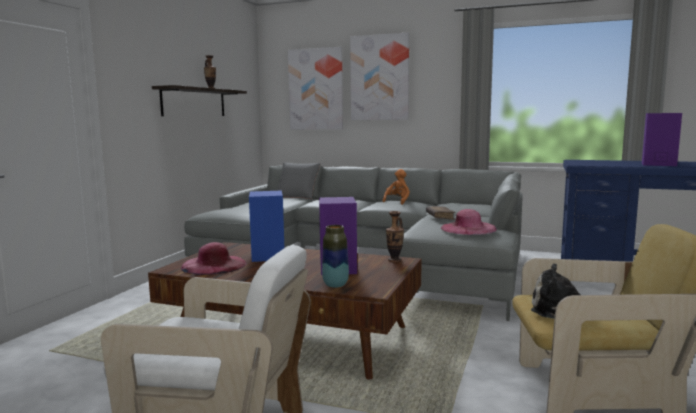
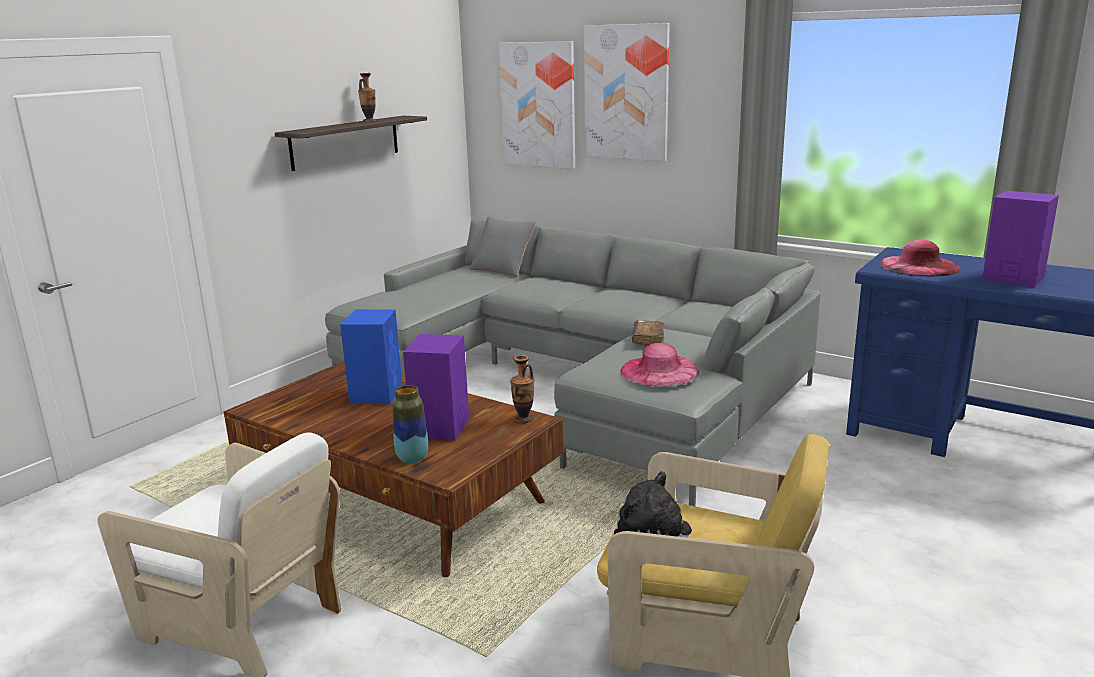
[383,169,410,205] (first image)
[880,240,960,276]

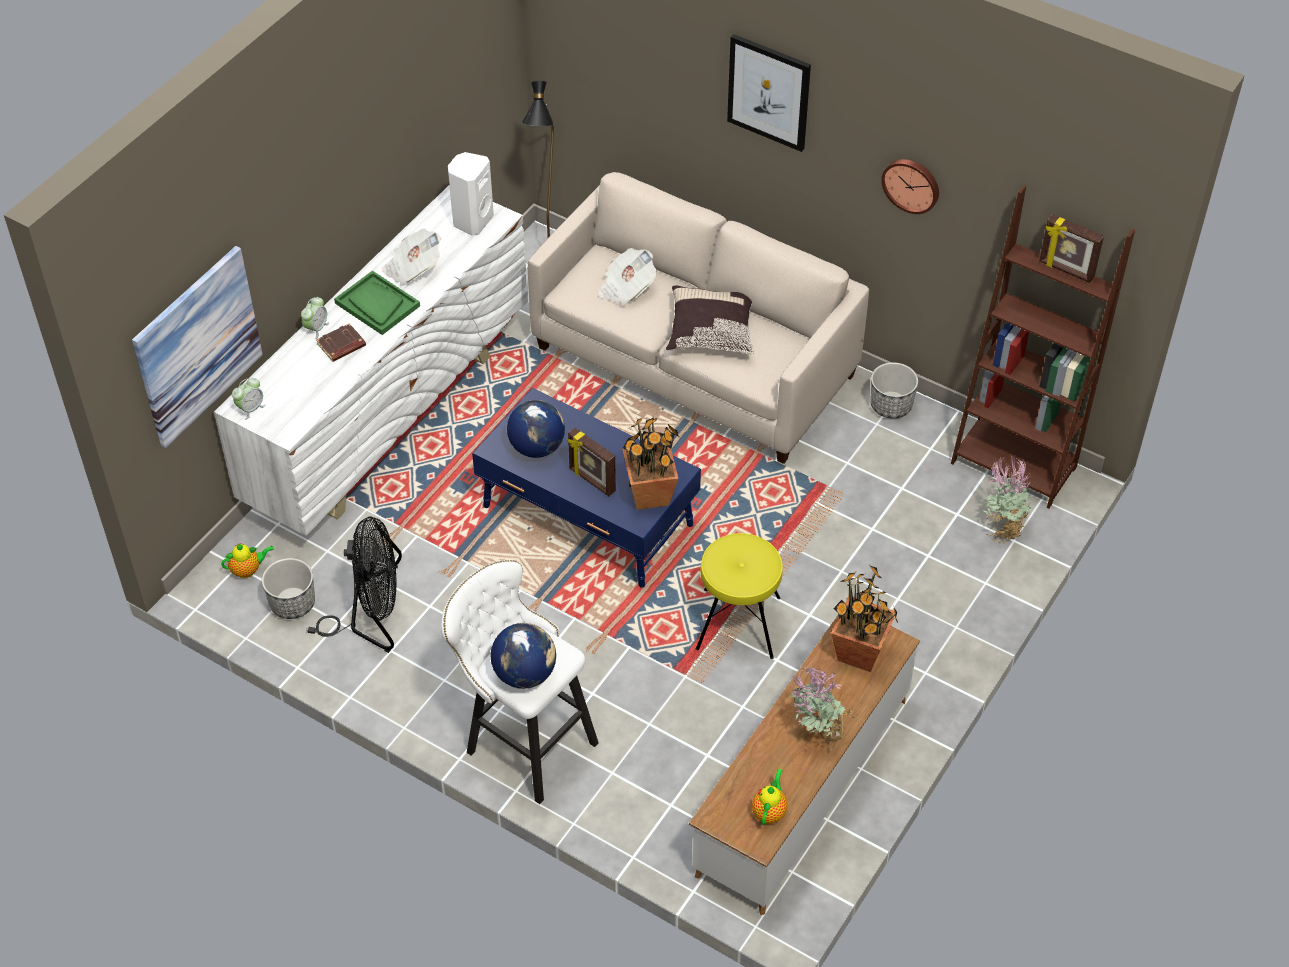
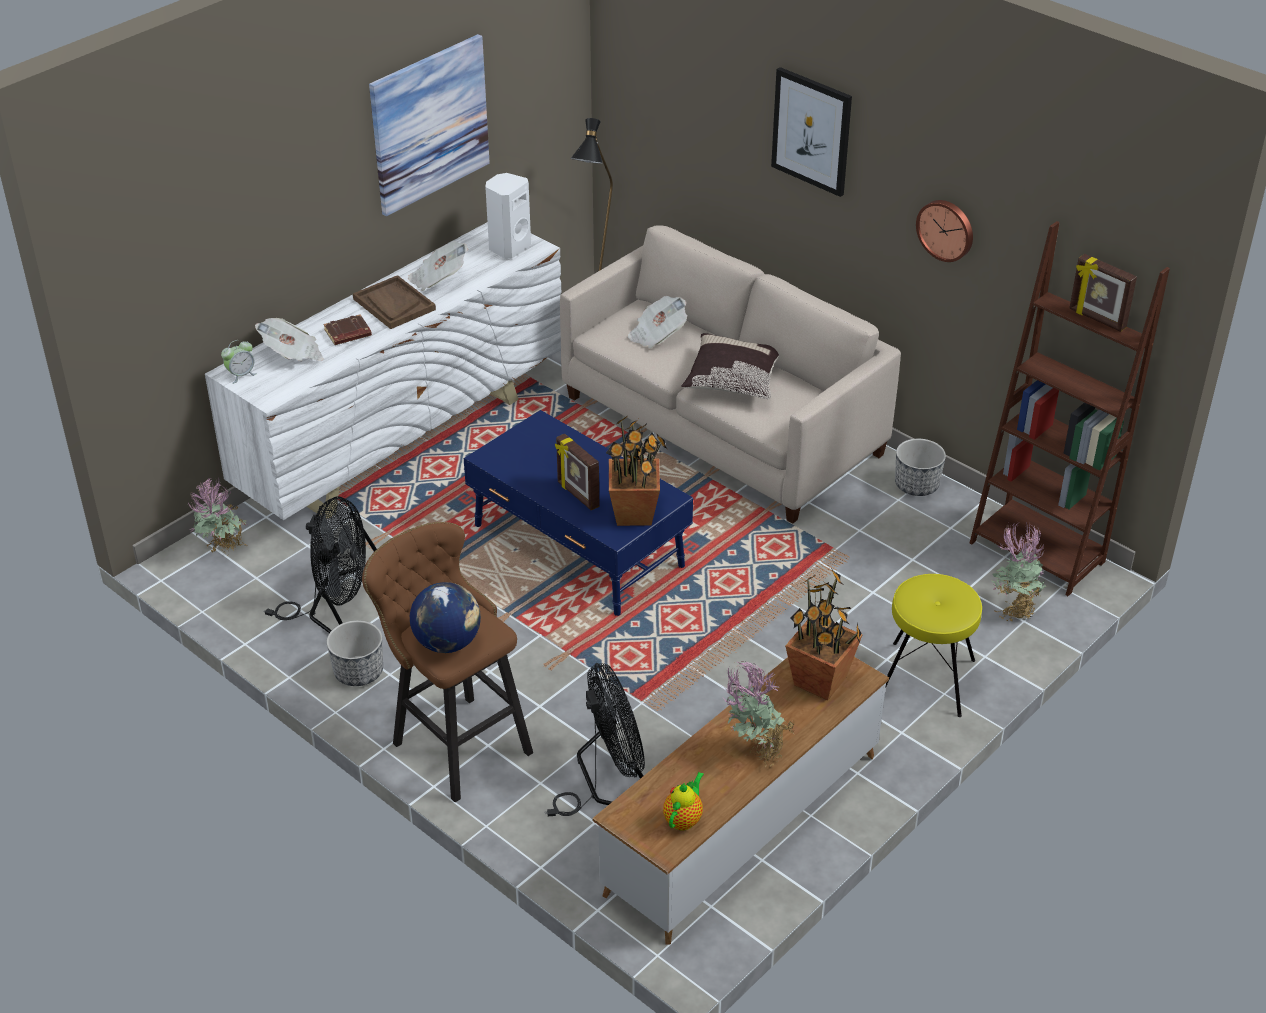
[301,297,329,339] (first image)
[507,400,565,458] (first image)
[255,318,323,361]
[545,663,645,816]
[369,34,490,216]
[327,620,383,686]
[886,574,982,717]
[188,477,247,555]
[353,275,436,329]
[362,522,533,802]

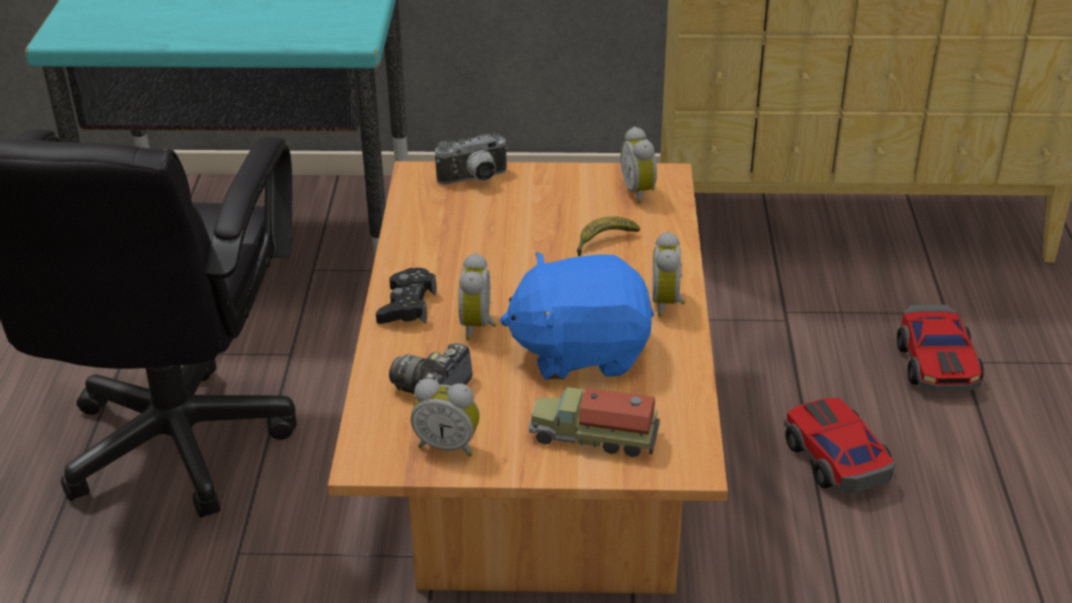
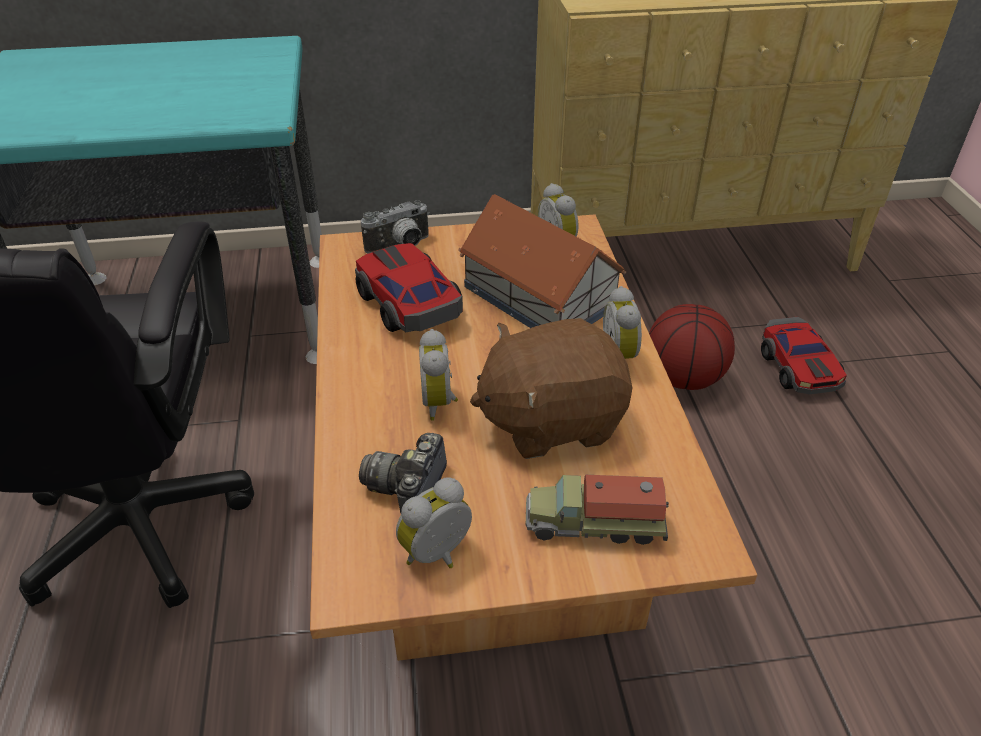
[376,268,437,324] (first image)
[649,304,735,390]
[355,243,463,332]
[458,194,626,328]
[470,318,632,459]
[396,478,472,568]

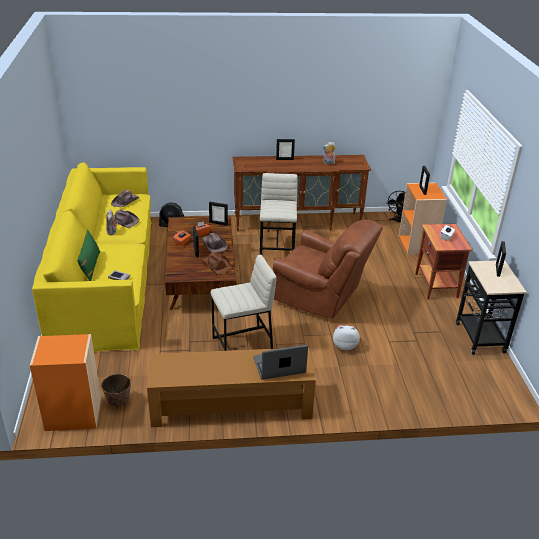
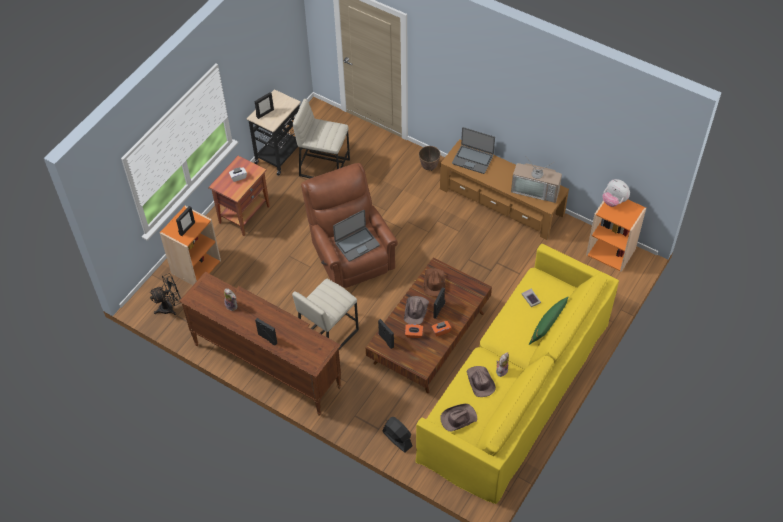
[333,210,380,262]
[511,158,562,203]
[419,146,441,171]
[293,99,350,178]
[602,179,630,207]

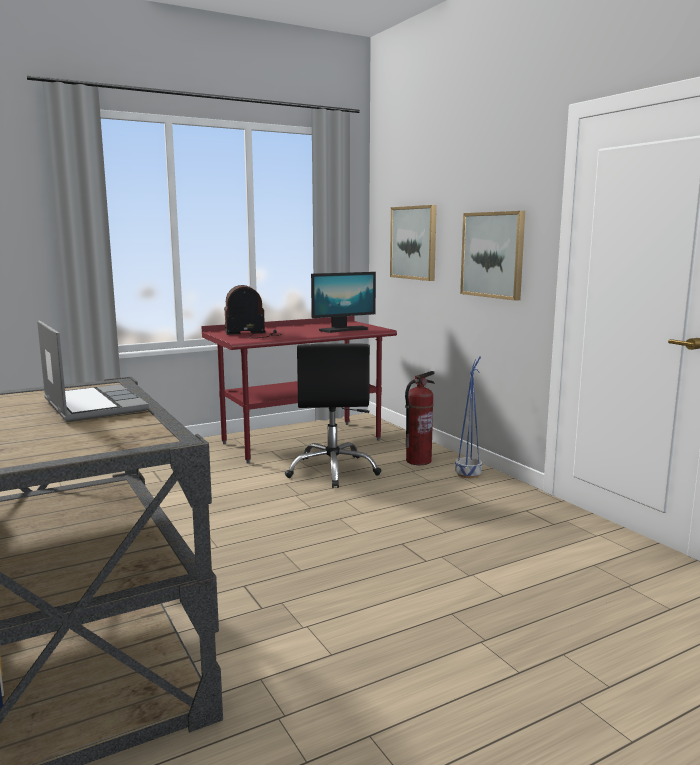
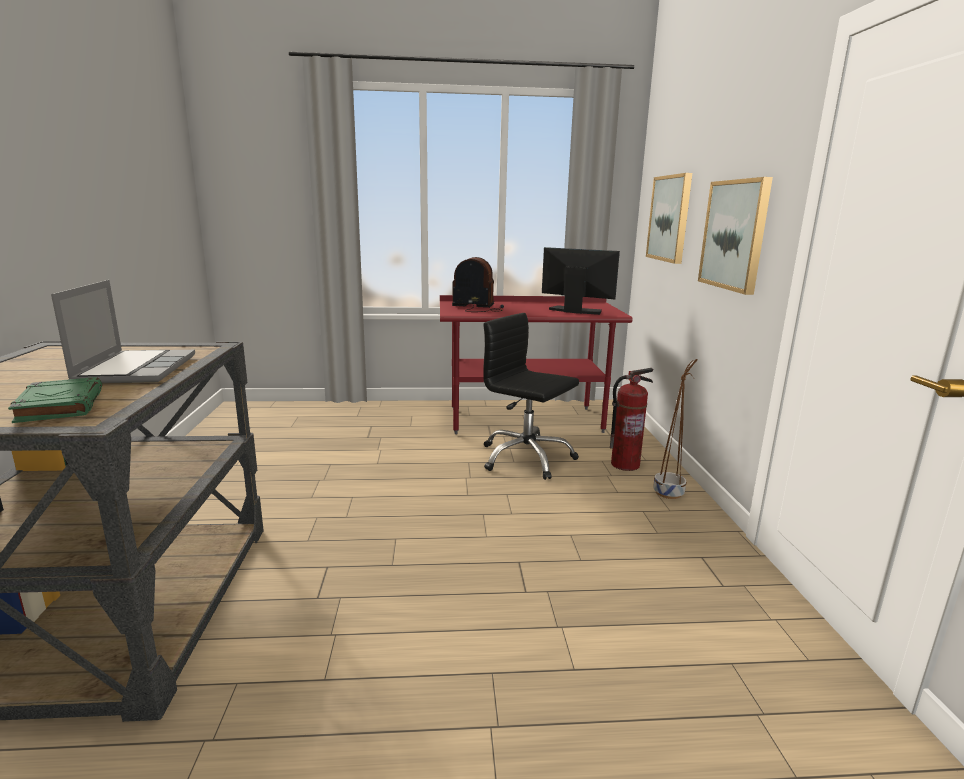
[8,377,102,423]
[653,359,697,499]
[483,313,579,480]
[542,247,620,315]

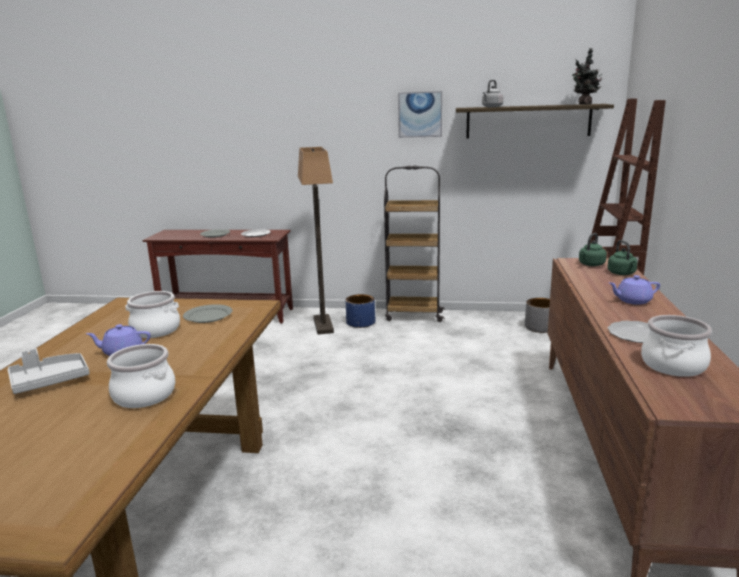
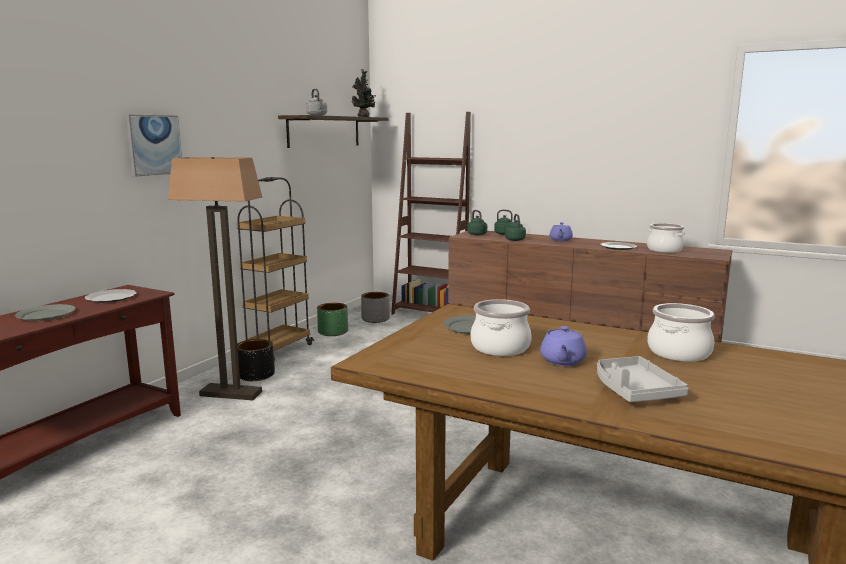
[317,303,348,336]
[505,214,526,241]
[126,114,182,177]
[237,339,275,381]

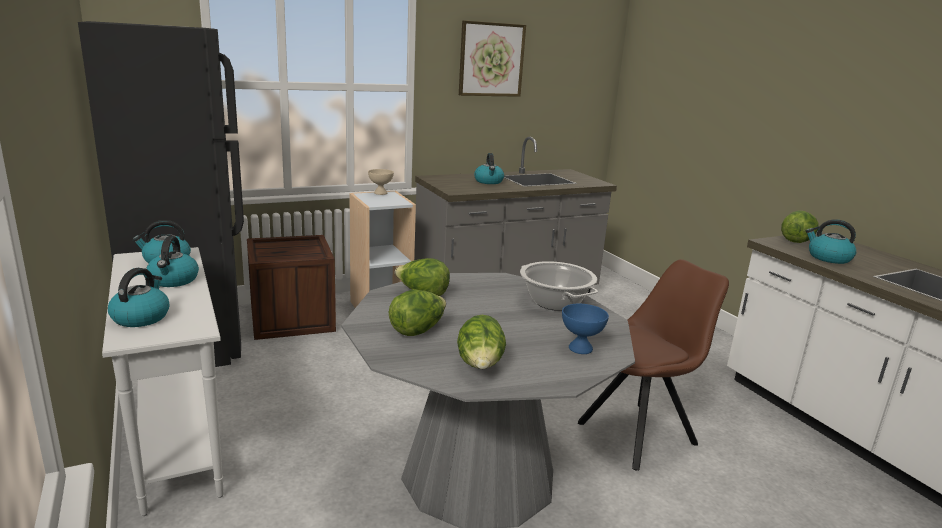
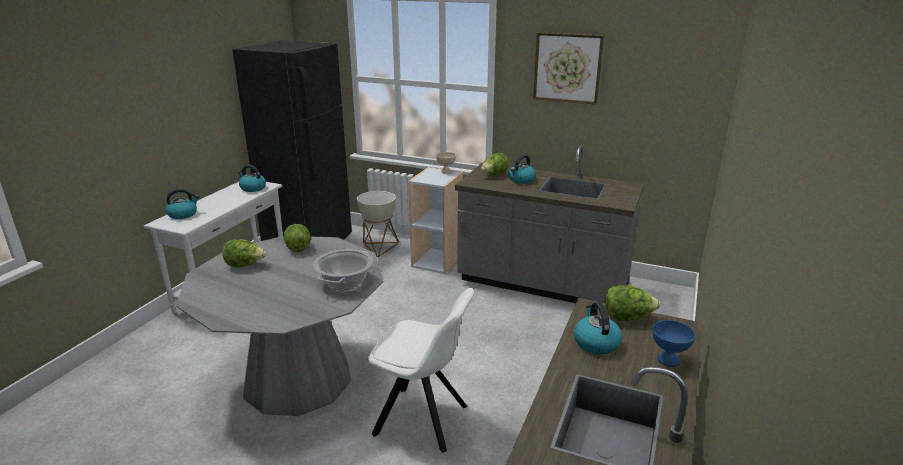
[146,236,199,287] (first image)
[481,153,509,175]
[652,320,696,367]
[357,191,399,257]
[368,288,474,453]

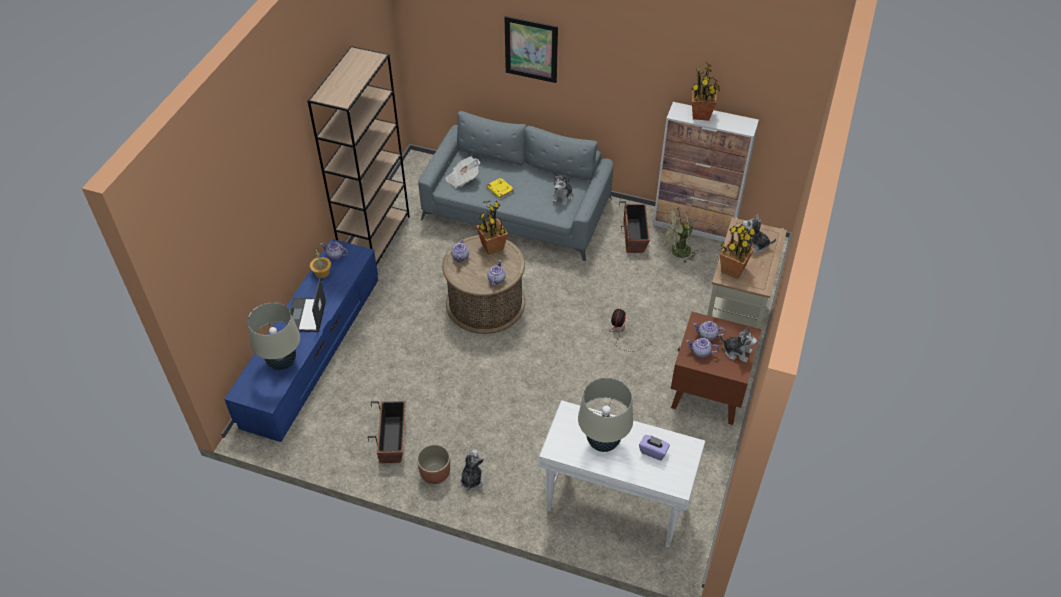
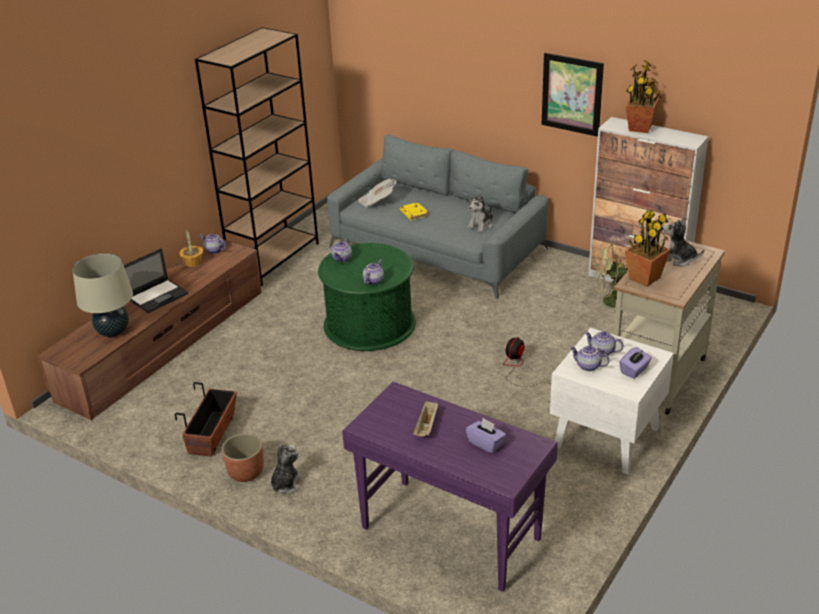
[476,201,508,255] (first image)
[619,201,650,253] (first image)
[541,53,604,137]
[413,401,438,436]
[619,347,652,379]
[37,239,262,420]
[318,243,416,351]
[342,382,558,592]
[550,328,674,474]
[124,248,188,313]

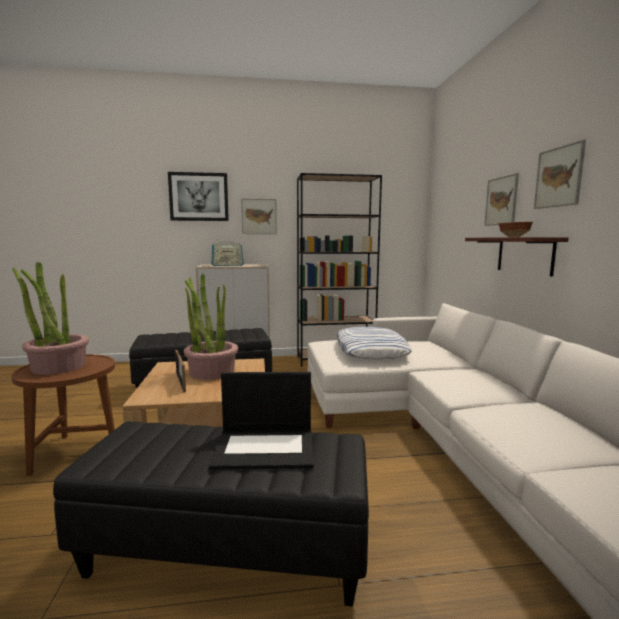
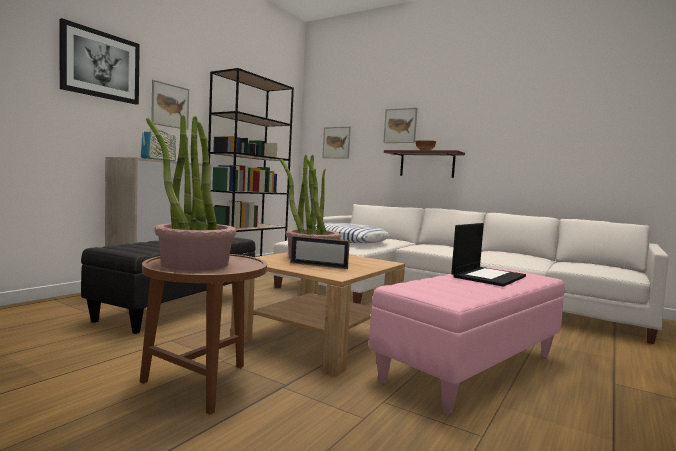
[322,127,351,159]
[369,267,565,414]

